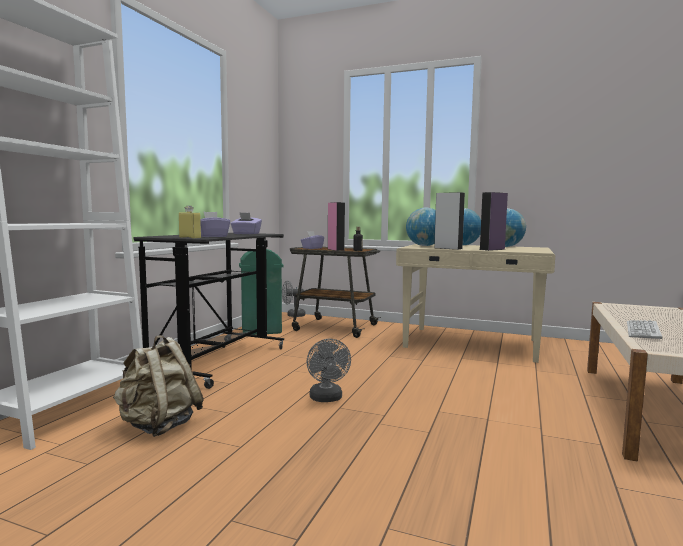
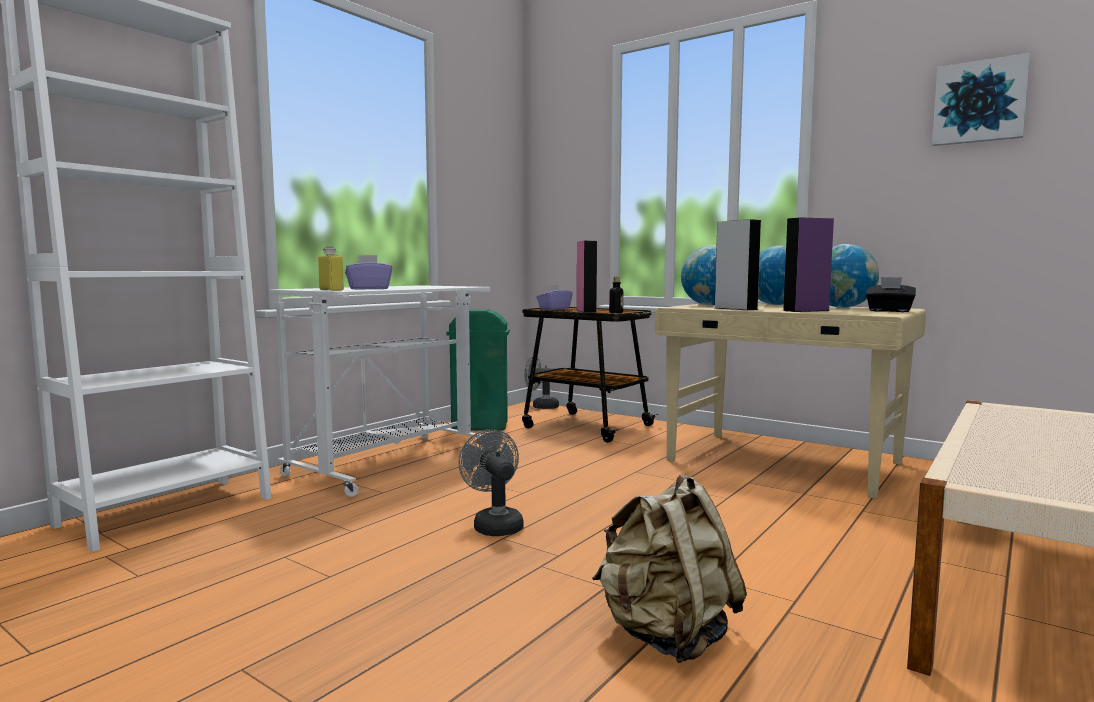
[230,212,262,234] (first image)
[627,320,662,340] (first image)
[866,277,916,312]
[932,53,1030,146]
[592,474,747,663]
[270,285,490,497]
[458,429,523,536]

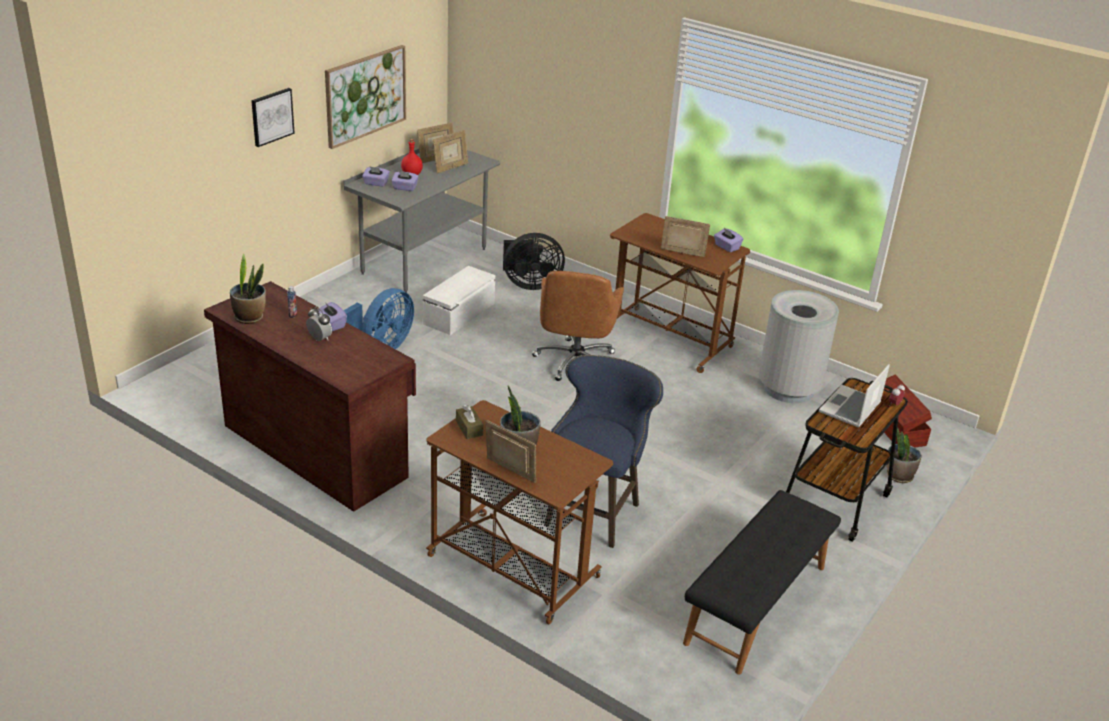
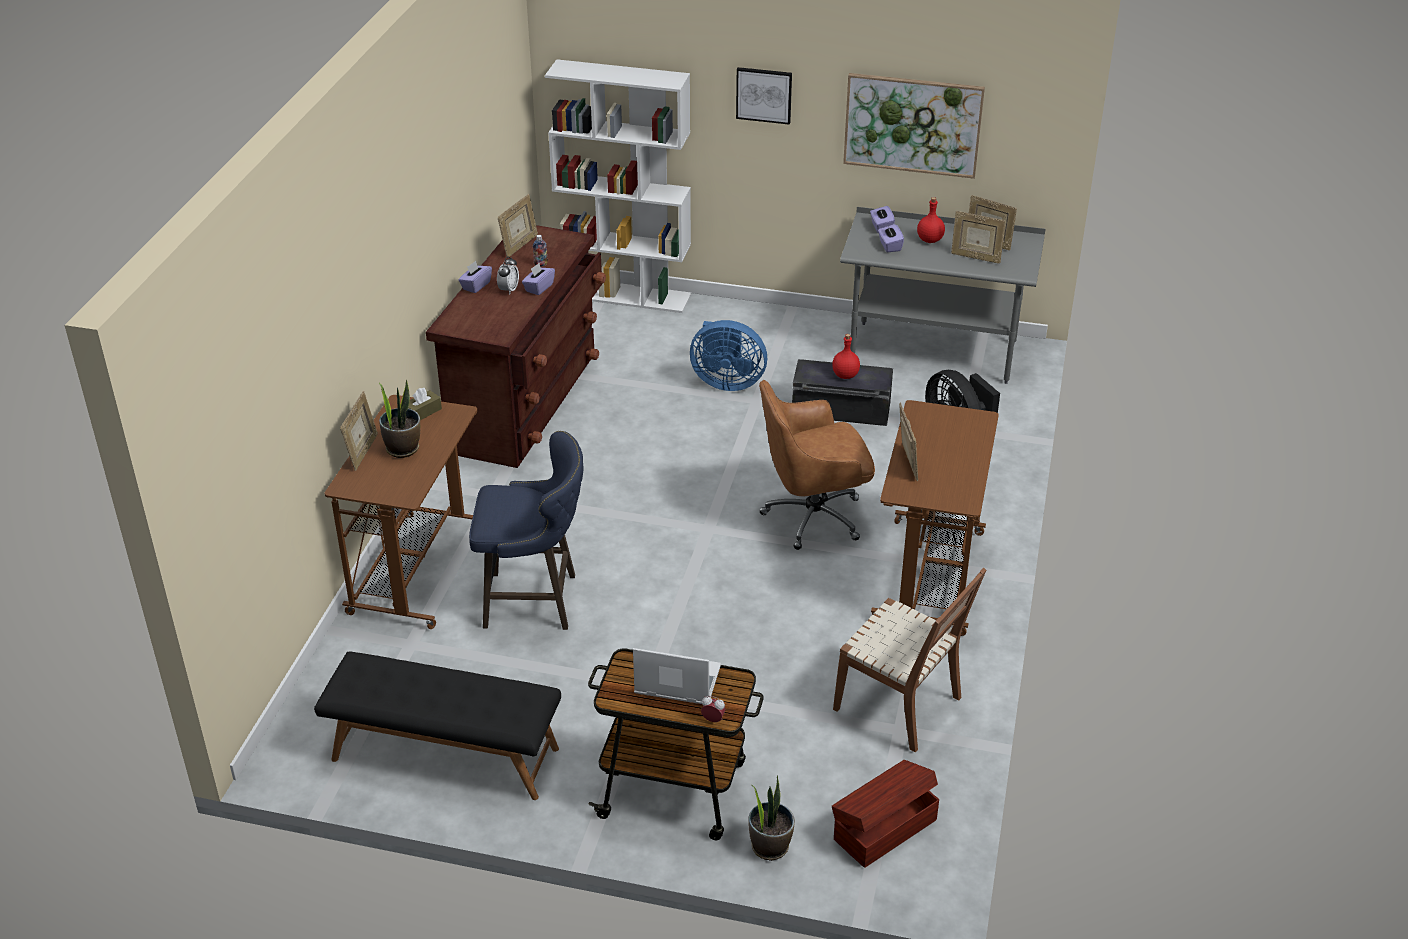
[545,59,691,313]
[832,334,860,379]
[458,261,492,293]
[498,194,538,258]
[833,568,986,752]
[792,359,893,426]

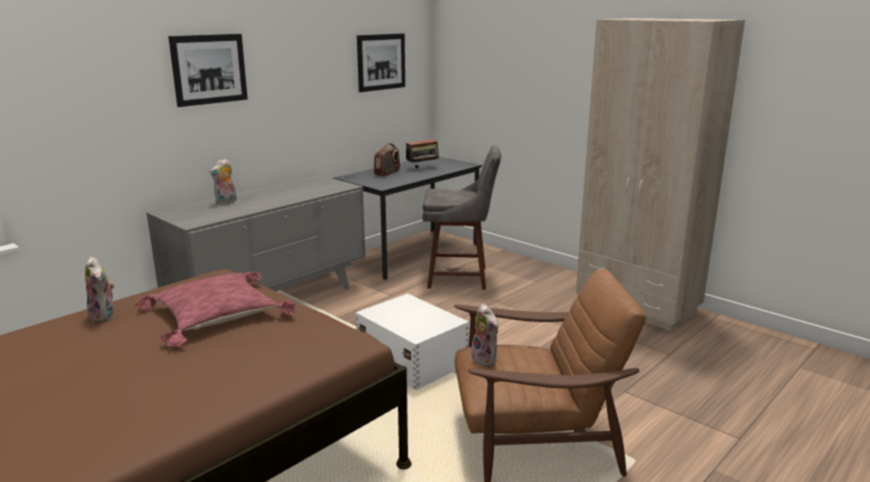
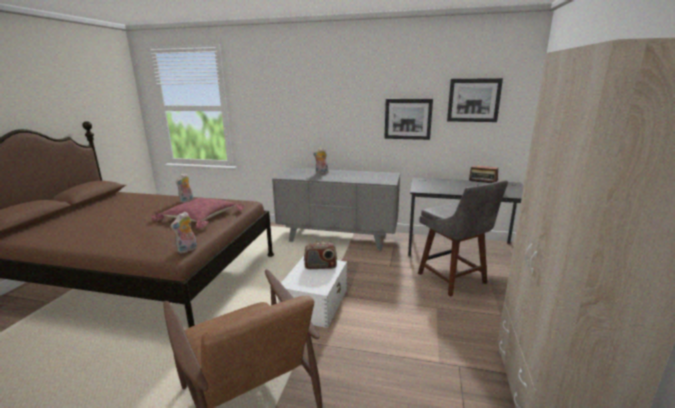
[384,99,433,140]
[304,241,337,269]
[170,212,197,254]

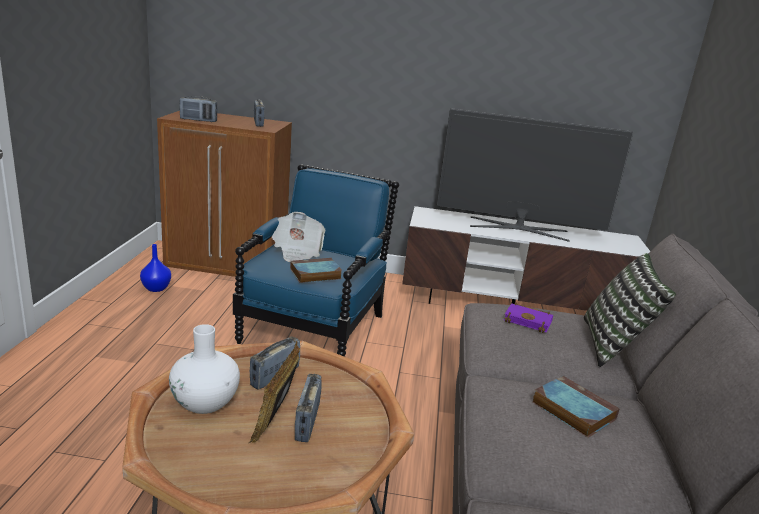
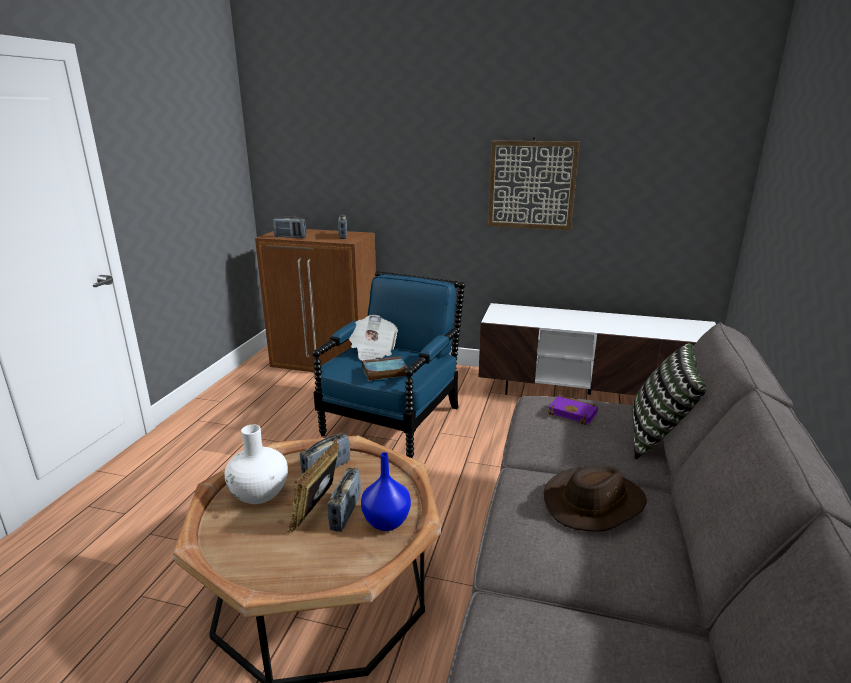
[437,108,633,242] (first image)
[488,138,580,230]
[361,452,411,531]
[544,465,647,532]

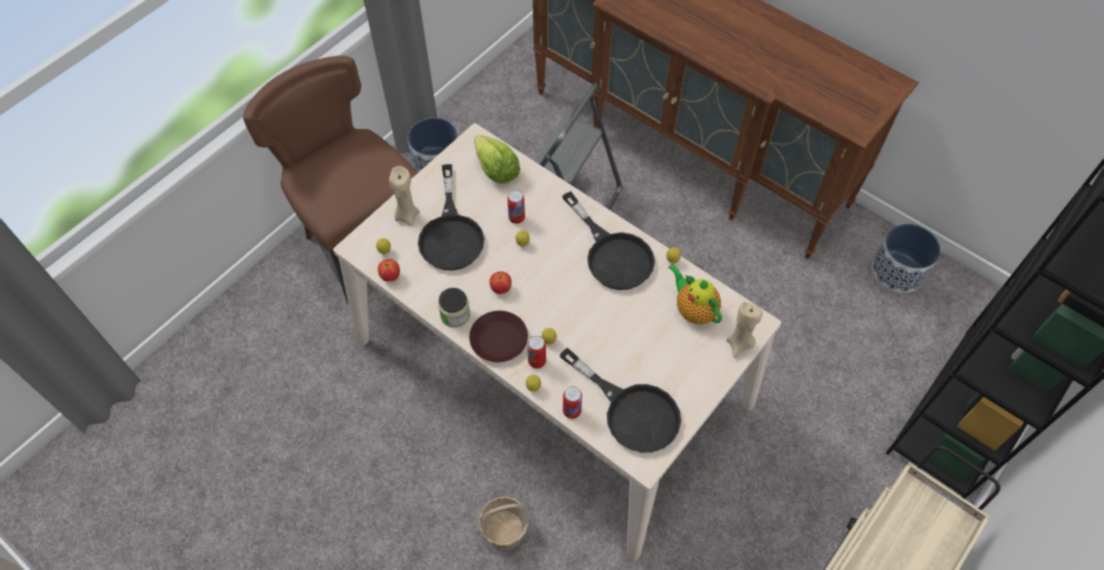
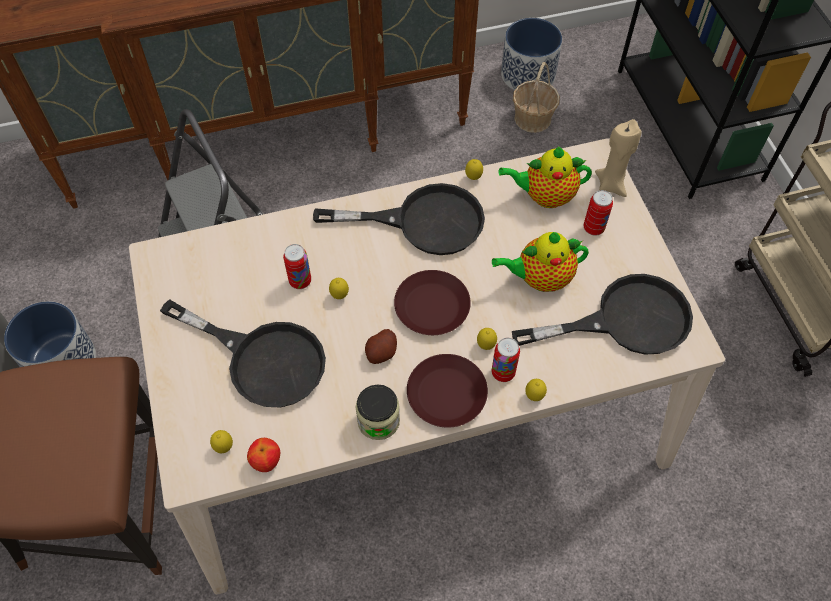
[389,166,420,226] (first image)
[474,135,520,184] (first image)
[394,270,471,335]
[492,232,589,292]
[513,62,560,133]
[584,190,613,236]
[365,329,397,364]

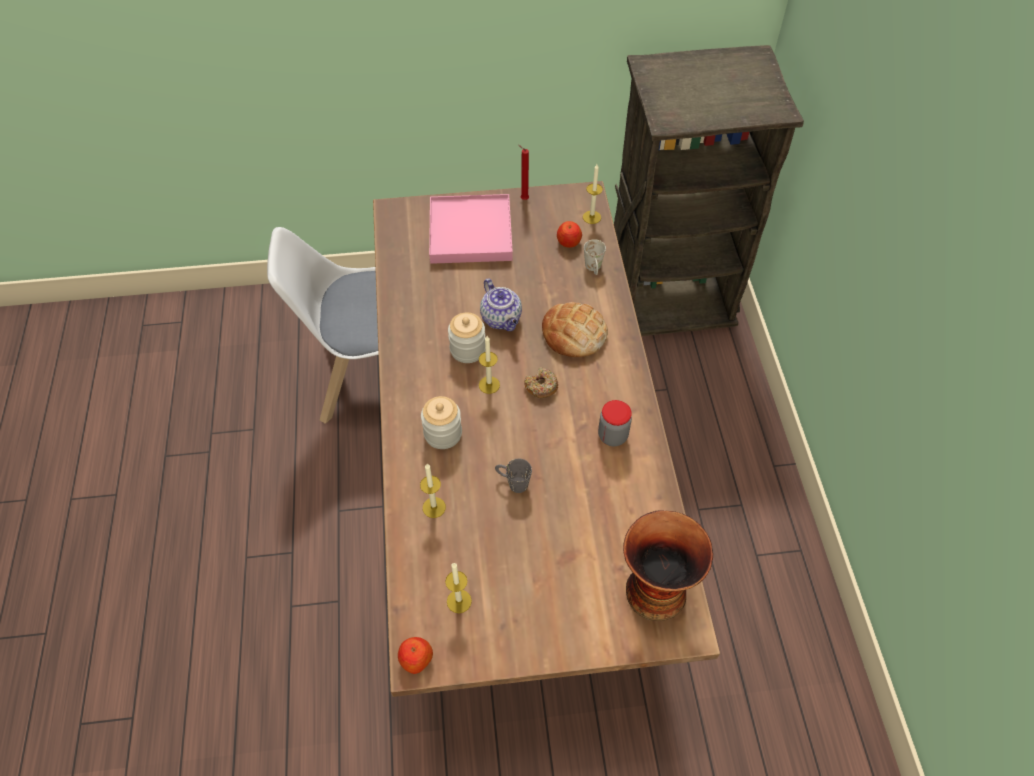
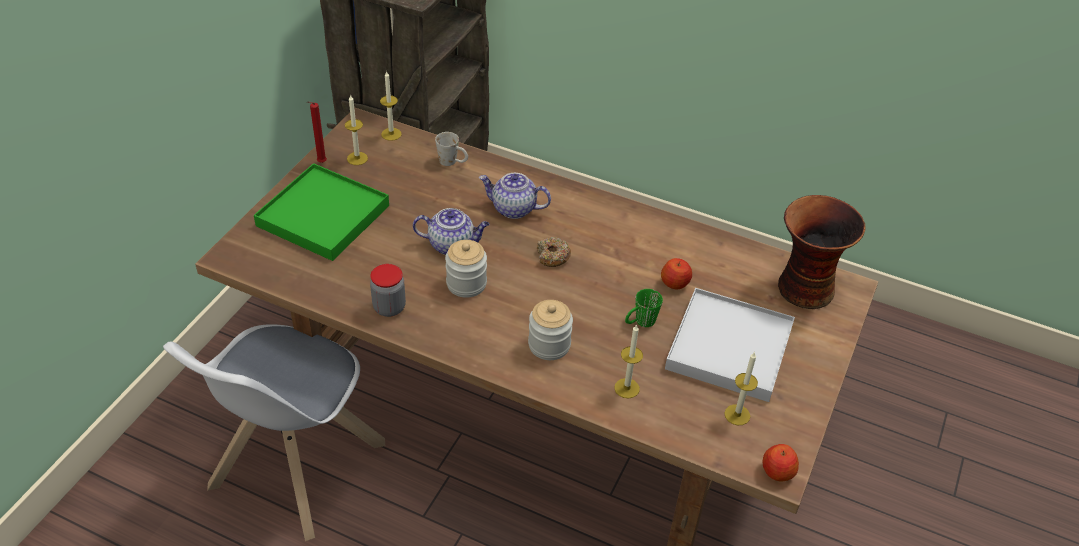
[665,288,795,402]
[345,94,368,165]
[661,258,692,290]
[370,264,406,317]
[479,173,551,219]
[254,163,389,261]
[625,289,663,327]

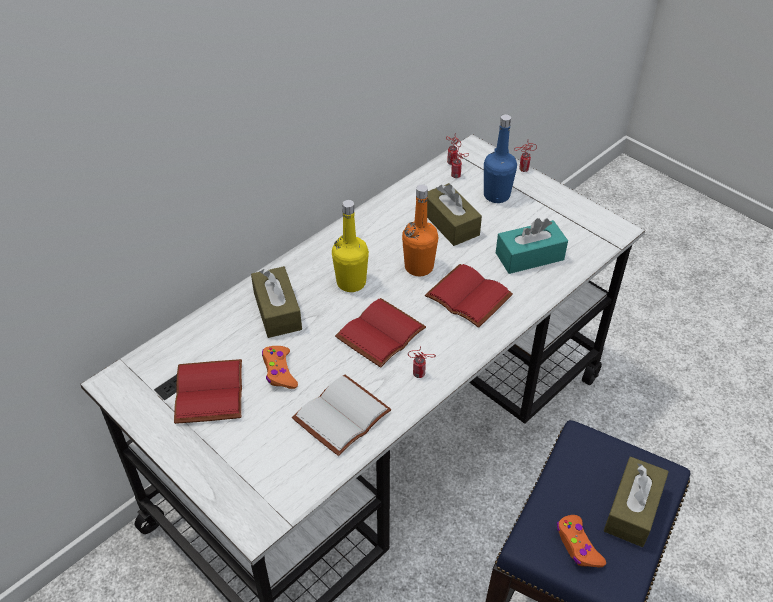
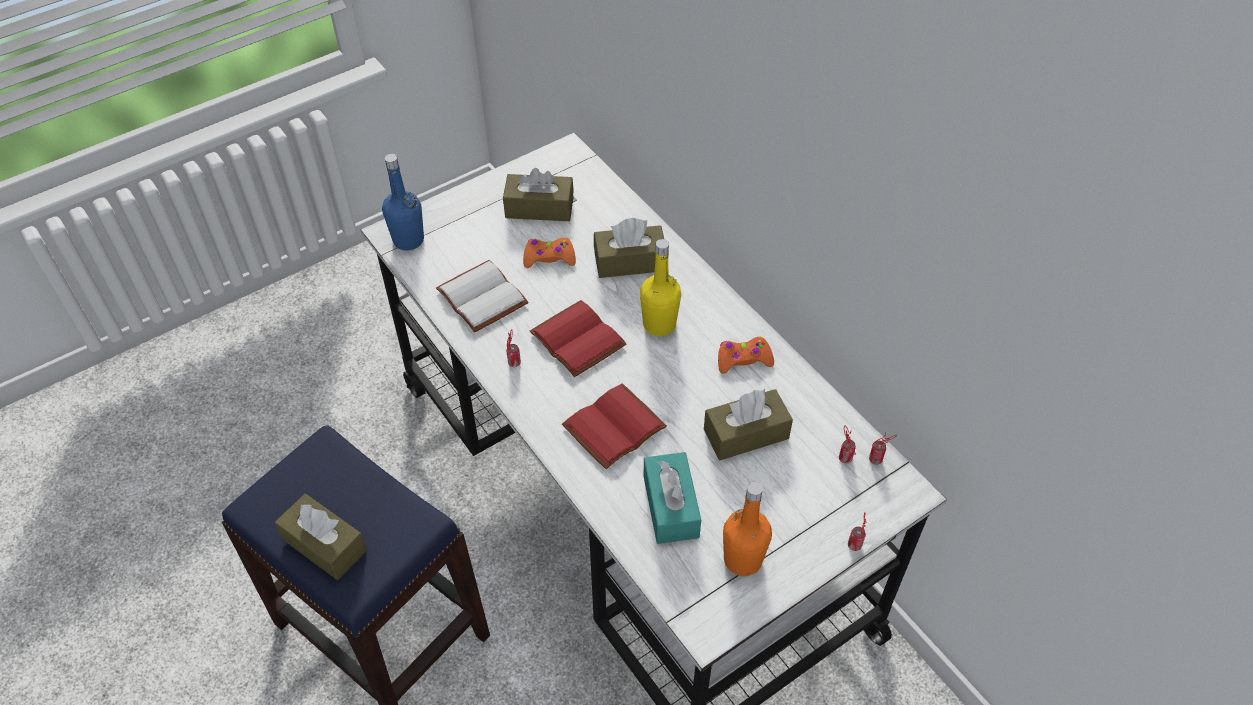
[723,482,772,576]
[382,154,424,250]
[718,337,774,374]
[503,168,574,221]

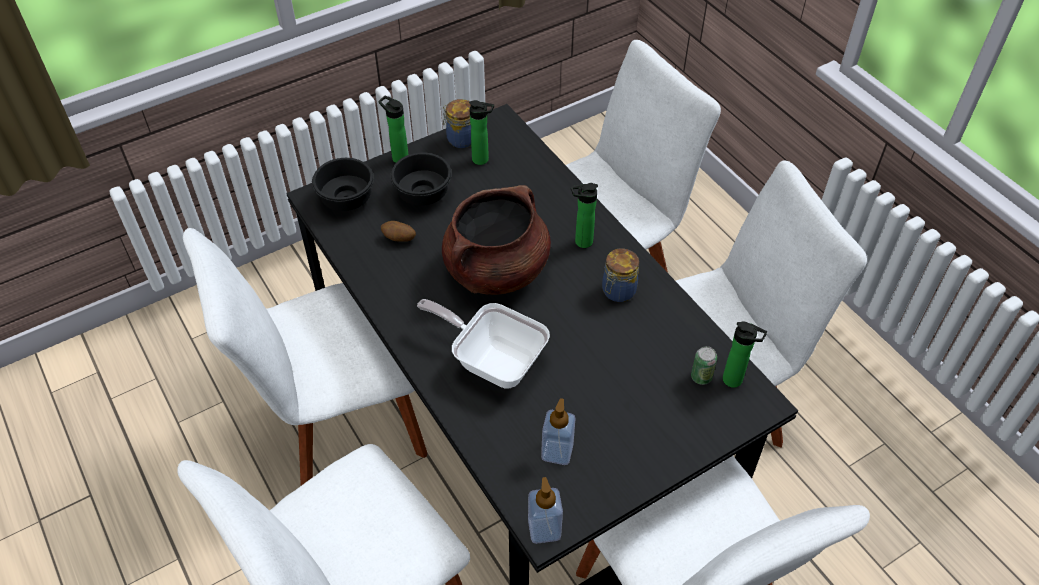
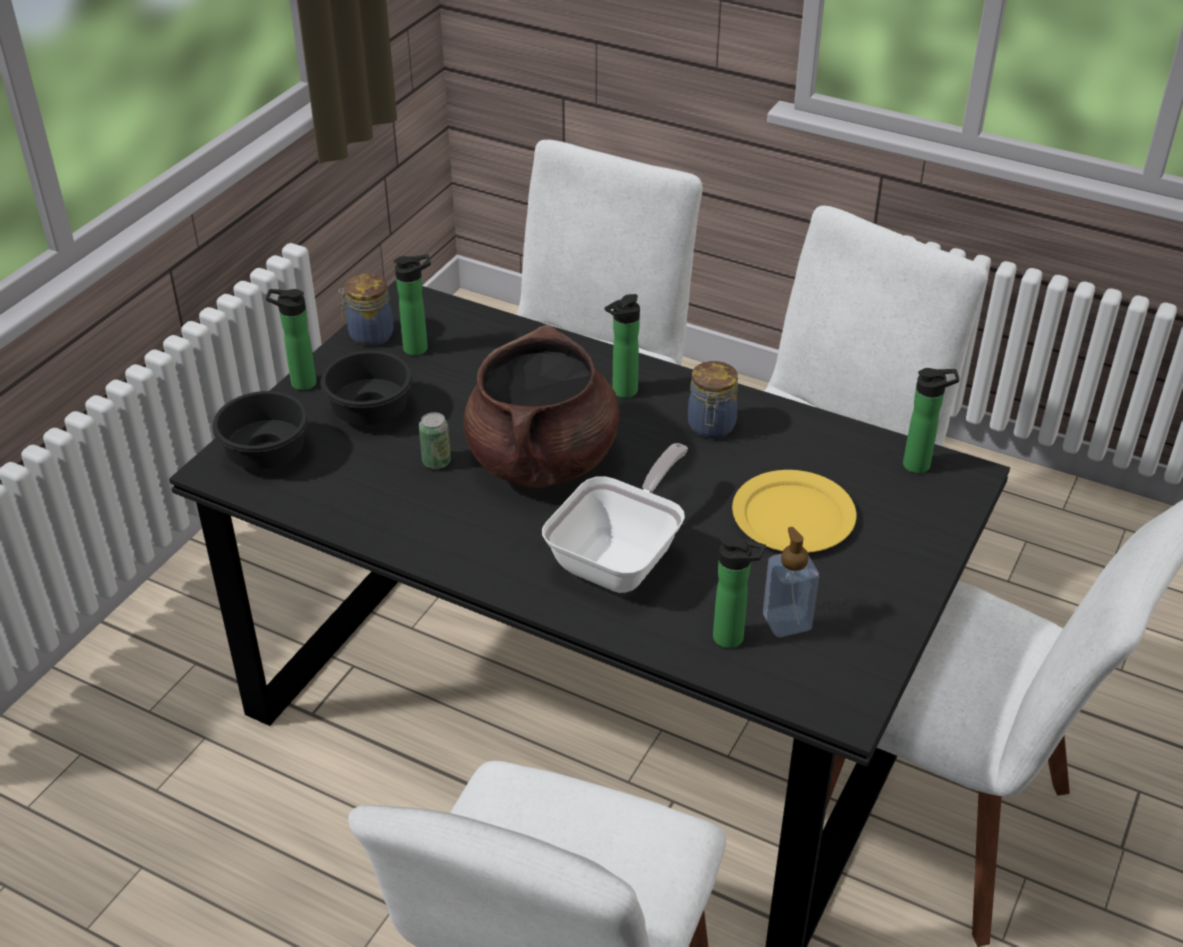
[183,228,427,486] (first image)
[381,221,416,242] (first image)
[528,477,563,544] (first image)
[713,535,766,648]
[732,470,857,553]
[419,412,451,469]
[542,443,688,593]

